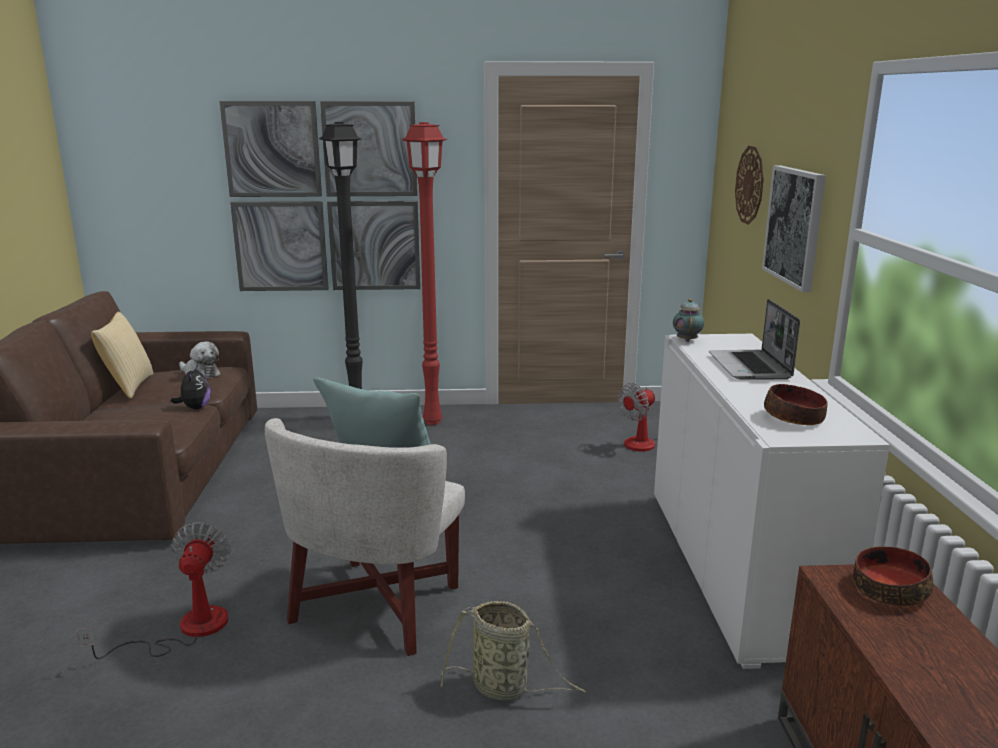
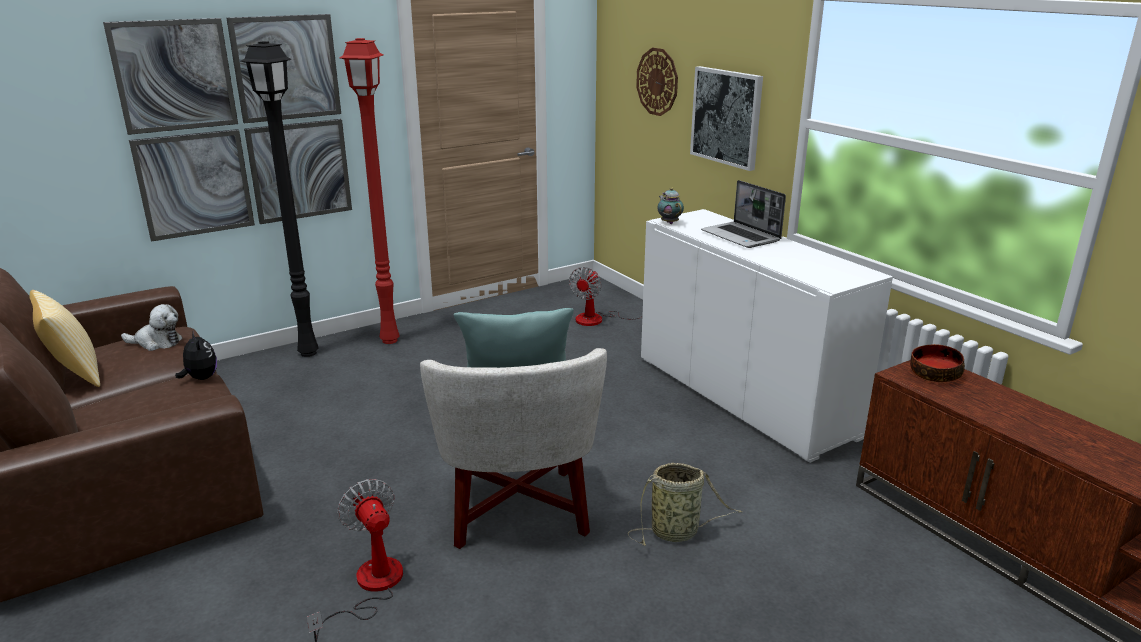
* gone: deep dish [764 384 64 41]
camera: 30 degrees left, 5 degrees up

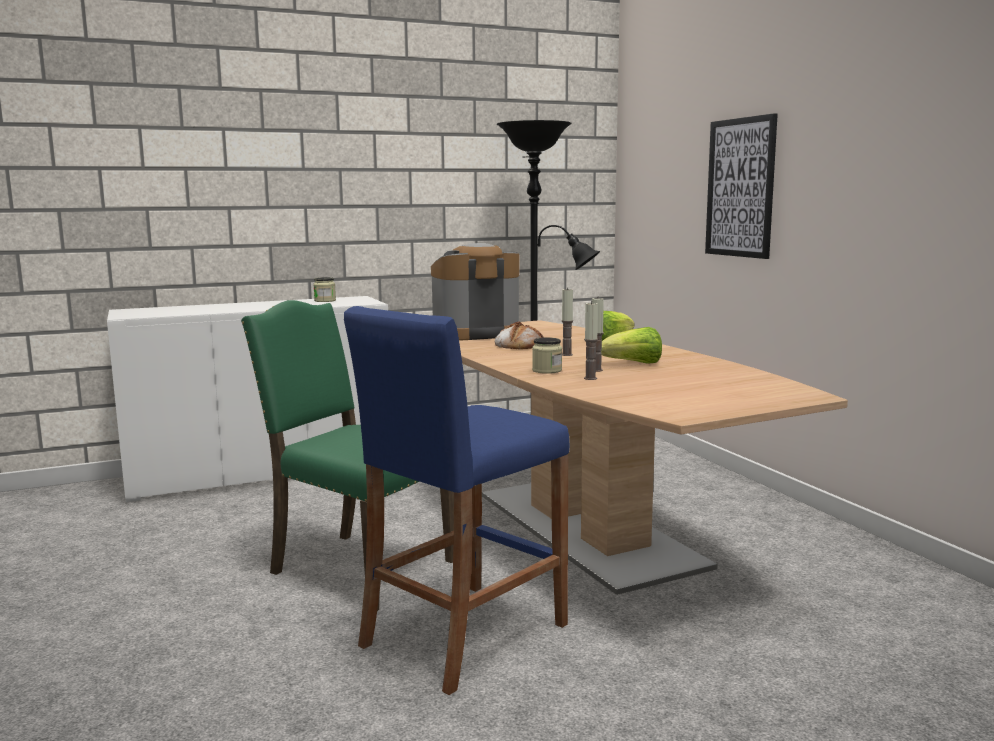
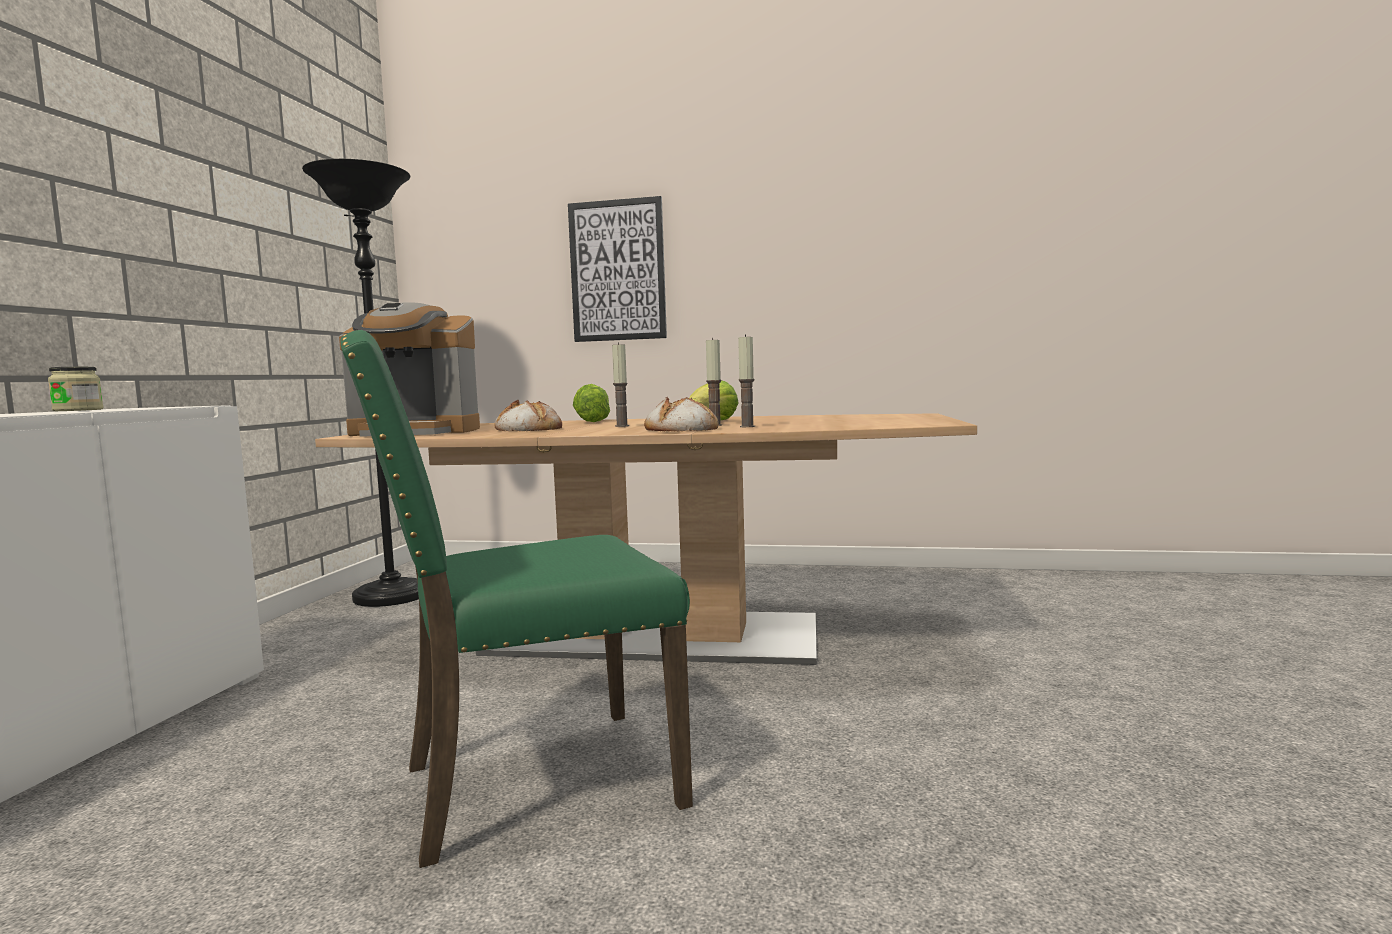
* gone: blue-coloured stool seat [344 306 226 389]
* rotated: coffee brewer [431 243 88 97] = [339 302 141 135] 105 degrees counterclockwise
* swapped: preserve jar [532 337 30 37] to bread [644 397 74 34]
camera: 55 degrees left, 5 degrees down

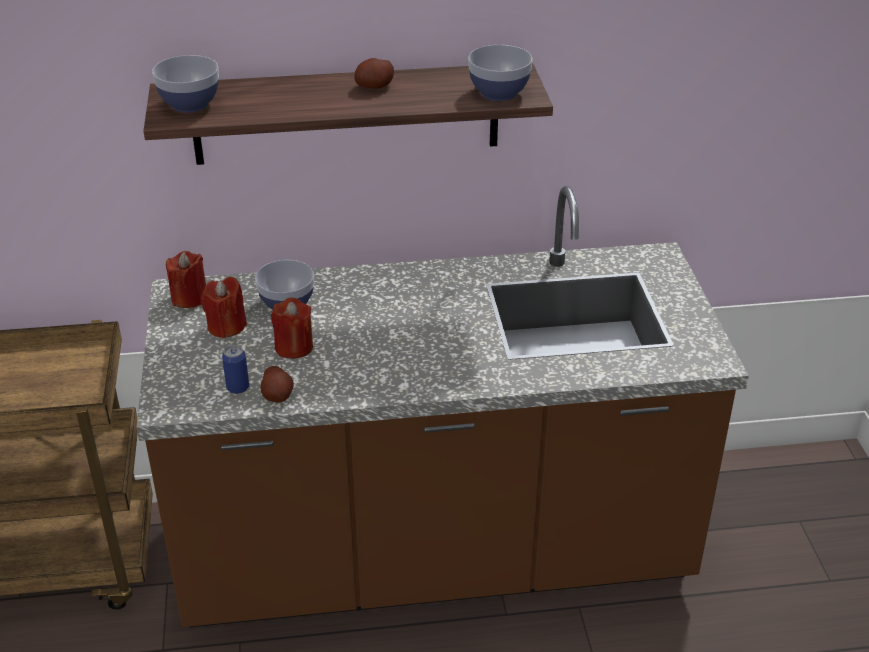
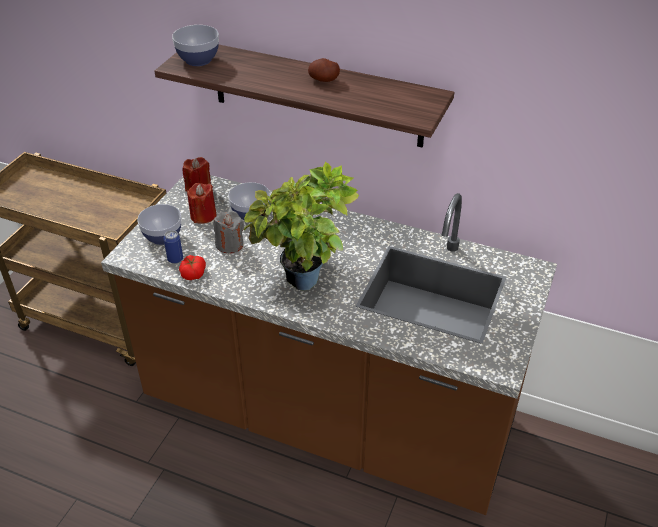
* swapped: potato [260 366 34 36] to whole tomato [179 255 27 25]
* repainted: reddish candle [271 297 42 62] to grey candle [214 211 30 42]
* shifted: deep dish [468 45 65 56] to [137 204 45 41]
* new: plant in a pot [243 162 116 129]
camera: 30 degrees right, 5 degrees up

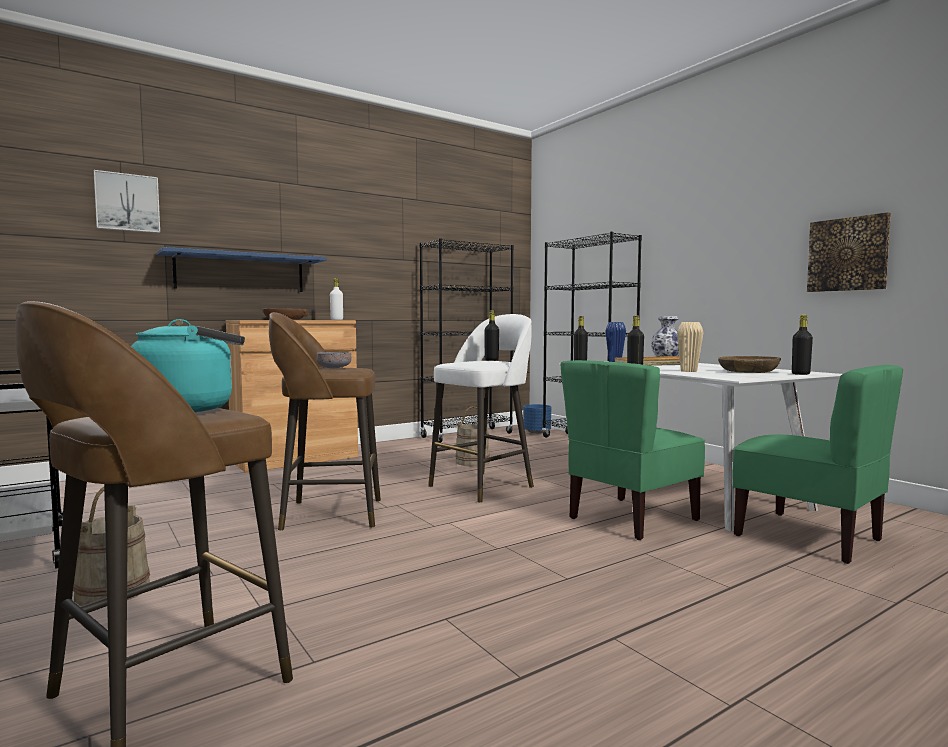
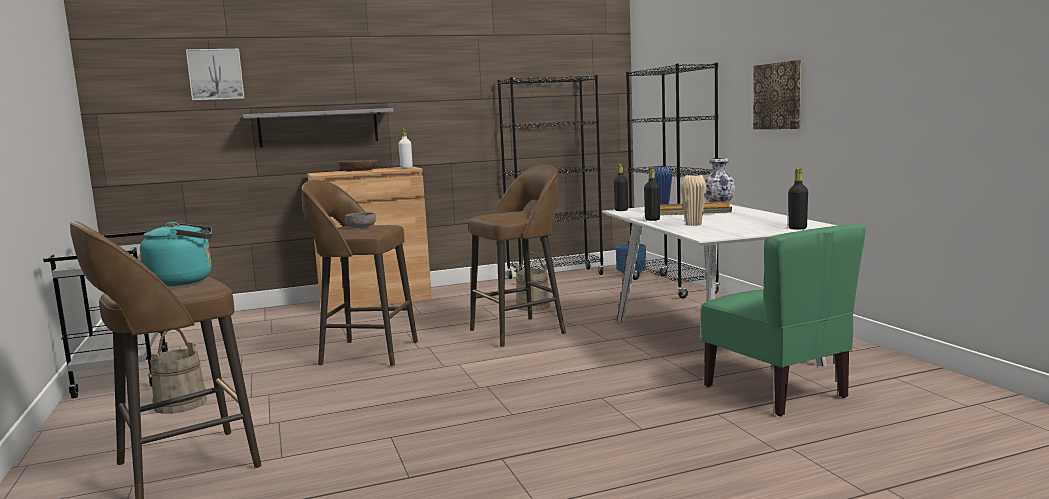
* repainted: blue-coloured bracket shelf [157 247 169 45] to grey bracket shelf [243 108 150 39]
* repainted: white stool seat [428 314 106 189] to brown stool seat [469 165 97 182]
* gone: black-coloured bottle [485 310 14 51]
* gone: green plain chair [560 360 145 180]
* gone: brown deep dish [718 356 63 17]
* shifted: wall art [807 212 84 80] to [753 60 48 69]
camera: 15 degrees right, 5 degrees up

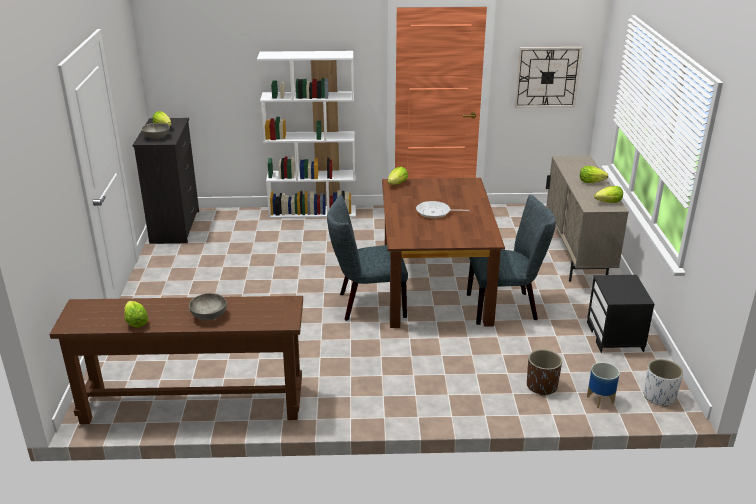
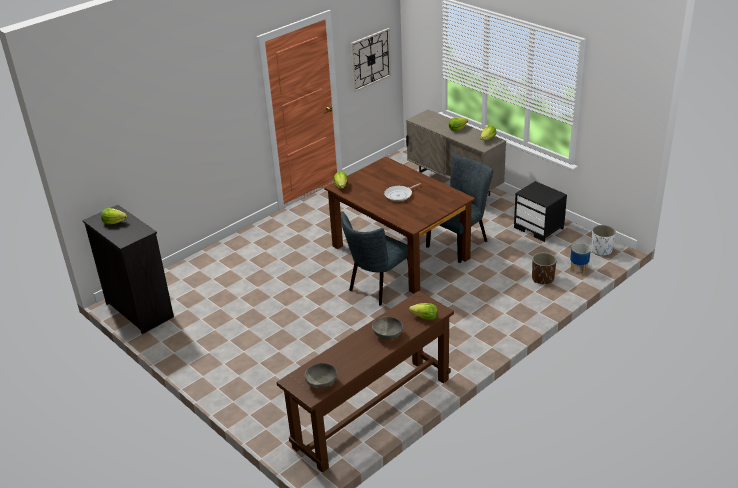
* shifted: head of lettuce [124 301 24 27] to [409 303 29 17]
* shifted: grey deep dish [141 123 29 16] to [305 363 32 25]
* gone: white bookshelf [257 51 99 167]
camera: 40 degrees left, 5 degrees up

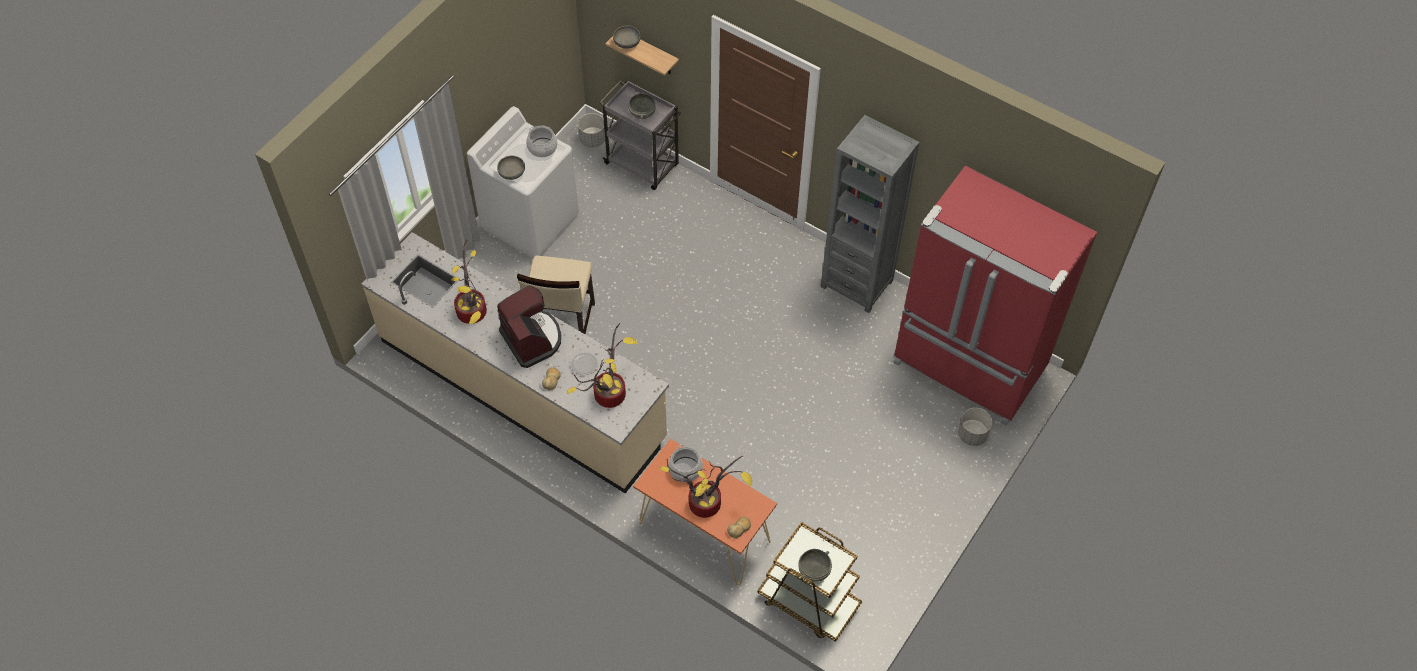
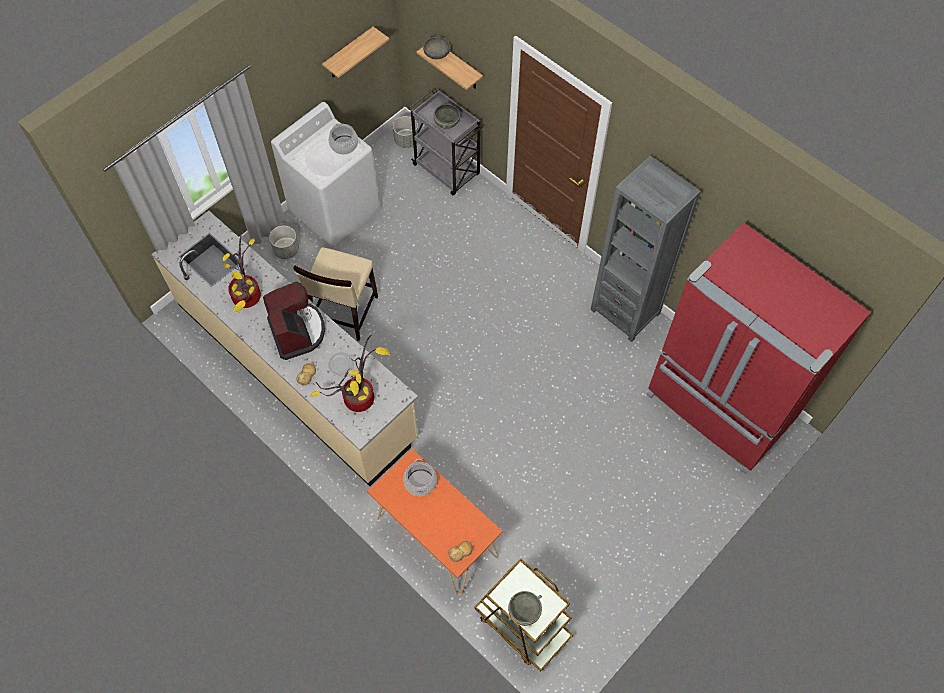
* gone: grey deep dish [497 155 28 25]
* gone: plant in a pot [660 456 92 62]
* shifted: grey plant pot [958 408 34 38] to [269 226 30 33]
* new: bracket shelf [322 27 67 51]
camera: 10 degrees right, 5 degrees up

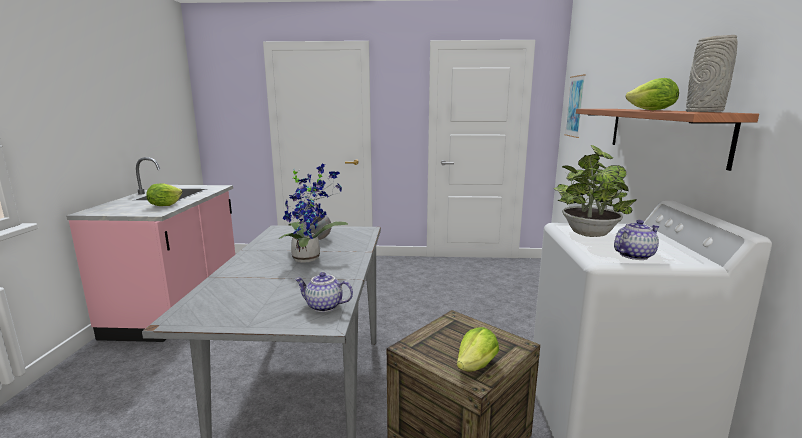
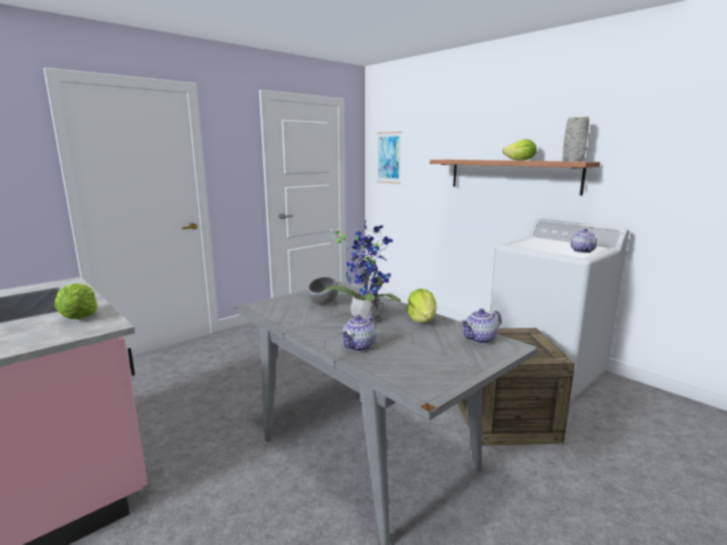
* shifted: head of lettuce [457 327 42 44] to [407 289 30 34]
* gone: plant in a pot [553 145 84 92]
* new: teapot [340 315 36 37]
camera: 45 degrees left, 0 degrees up

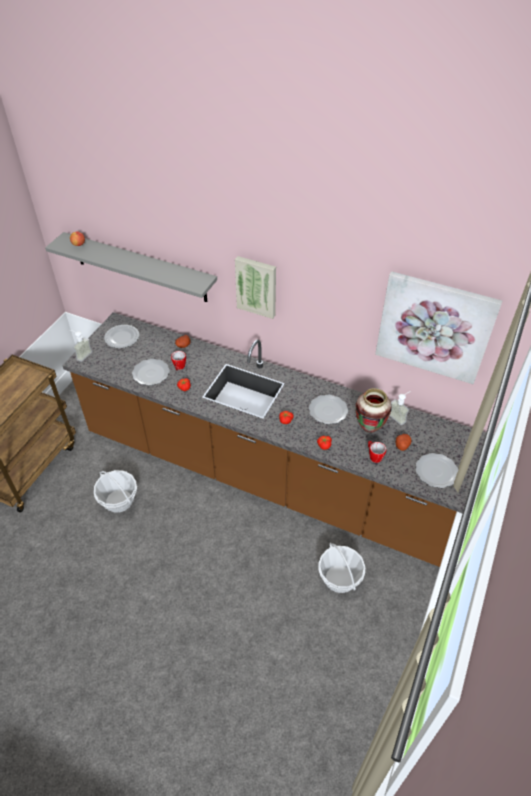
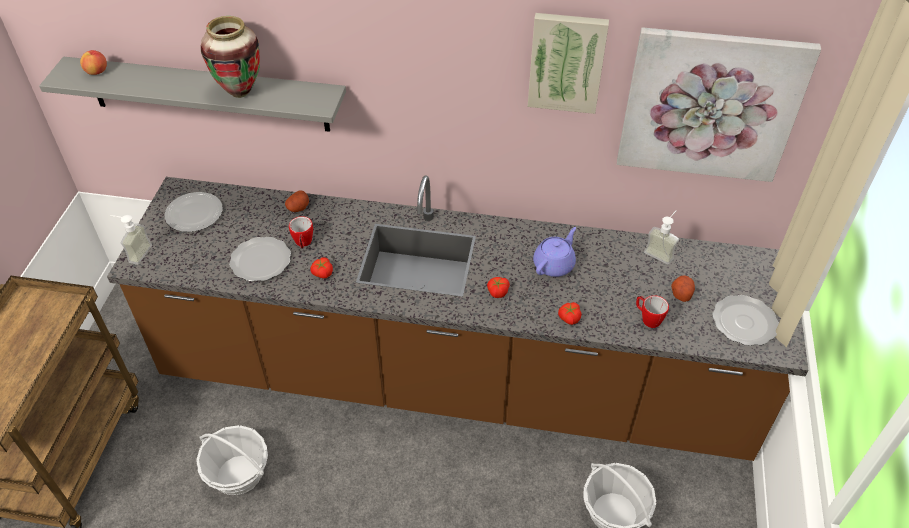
* shifted: wall art [235 256 41 63] to [528 13 81 101]
* swapped: dinner plate [309 395 39 29] to purple teapot [533 227 43 50]
* shifted: vase [356 388 36 45] to [201 16 59 82]
camera: 15 degrees left, 0 degrees up

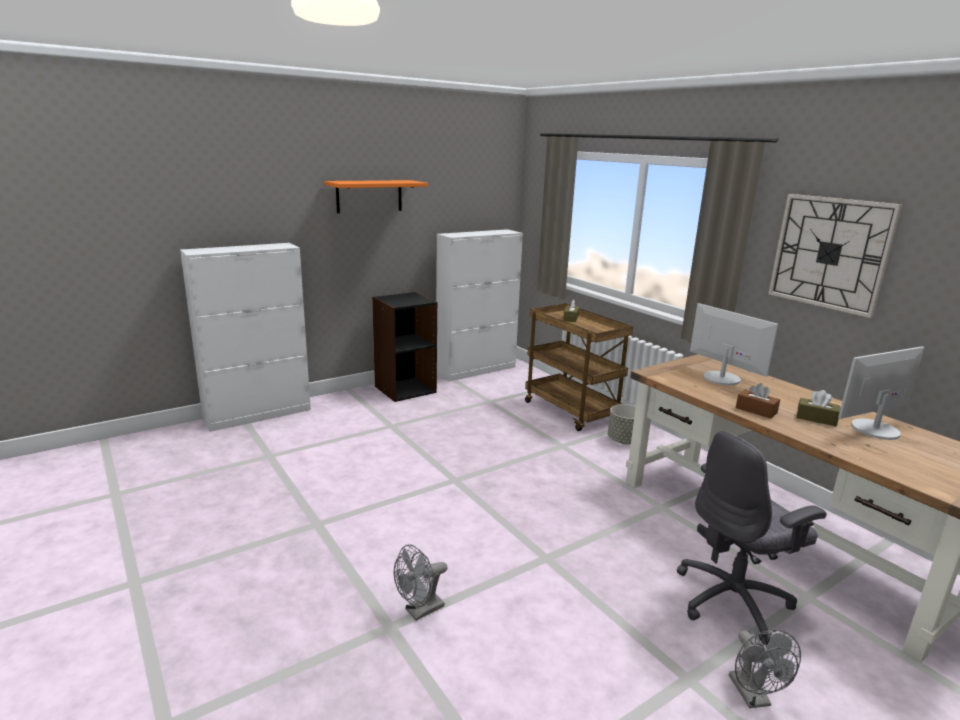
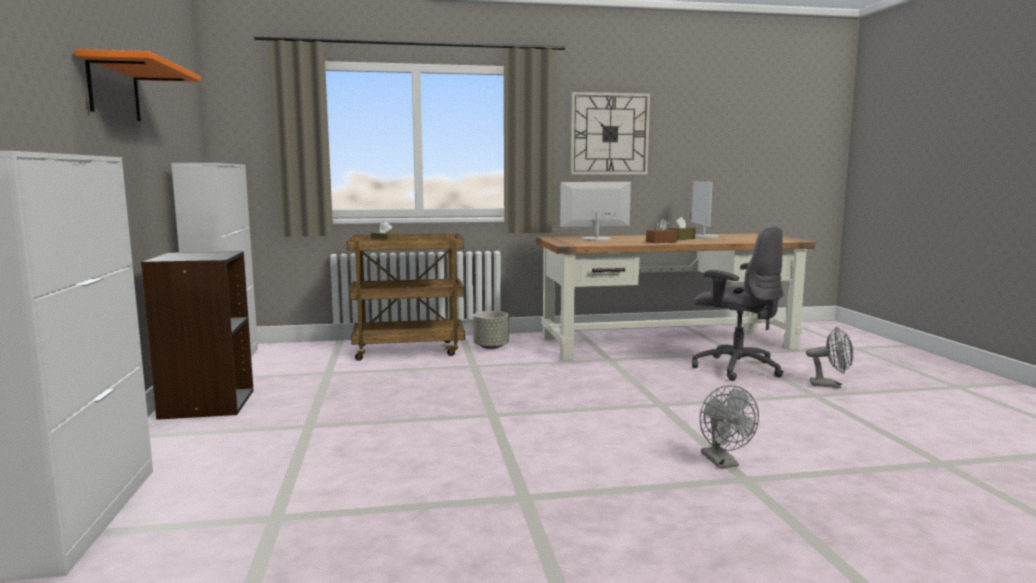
* rotated: grey desk chair [677 431 150 214] = [692 226 91 155] 45 degrees counterclockwise
camera: 65 degrees left, 10 degrees down

